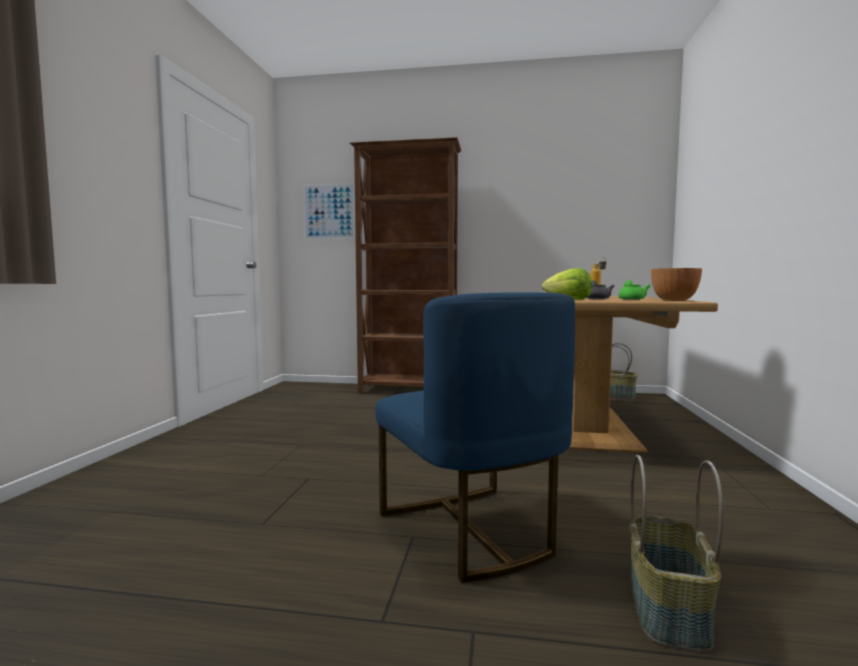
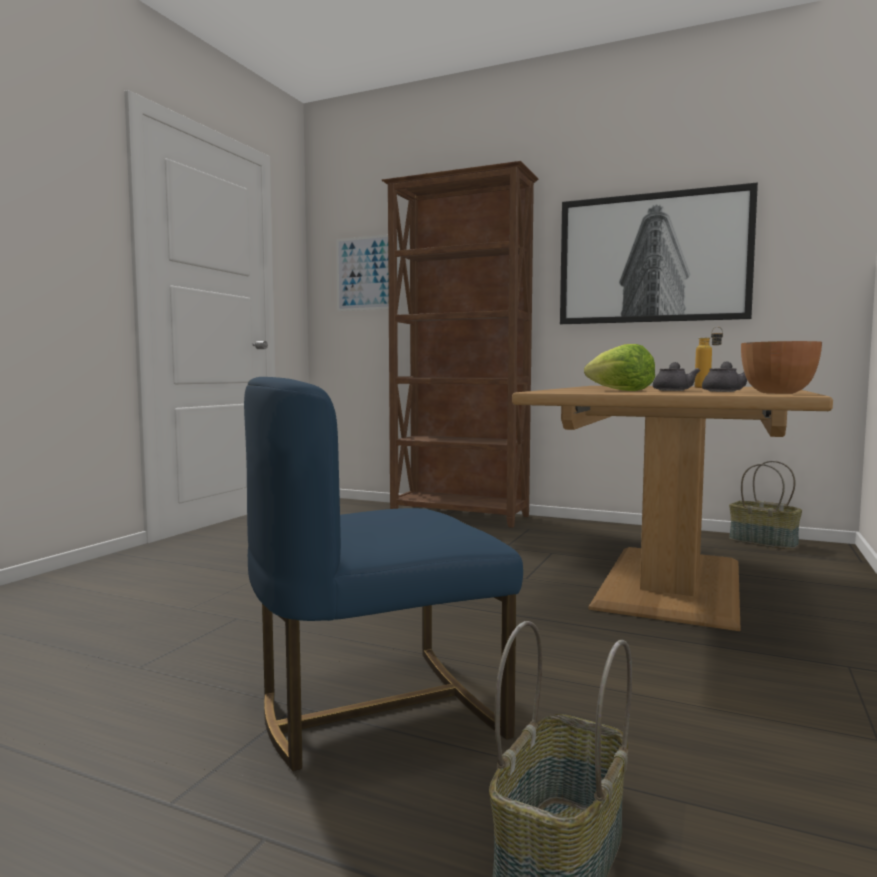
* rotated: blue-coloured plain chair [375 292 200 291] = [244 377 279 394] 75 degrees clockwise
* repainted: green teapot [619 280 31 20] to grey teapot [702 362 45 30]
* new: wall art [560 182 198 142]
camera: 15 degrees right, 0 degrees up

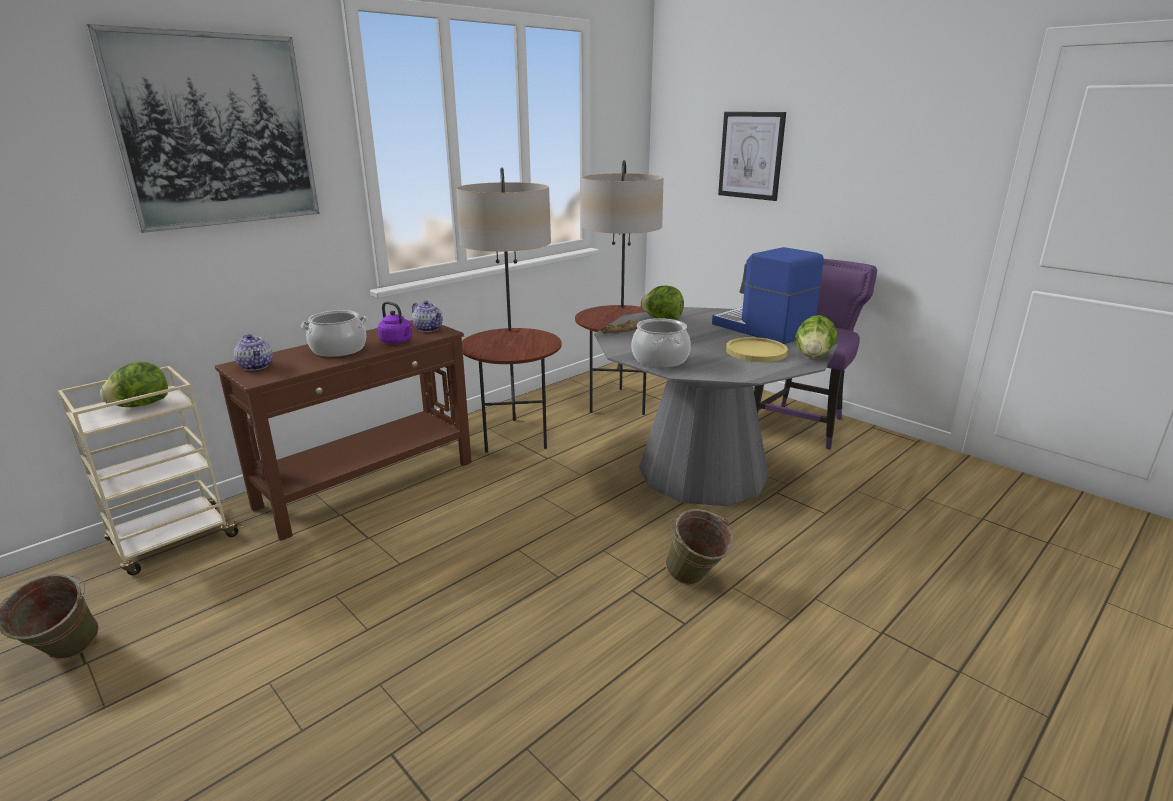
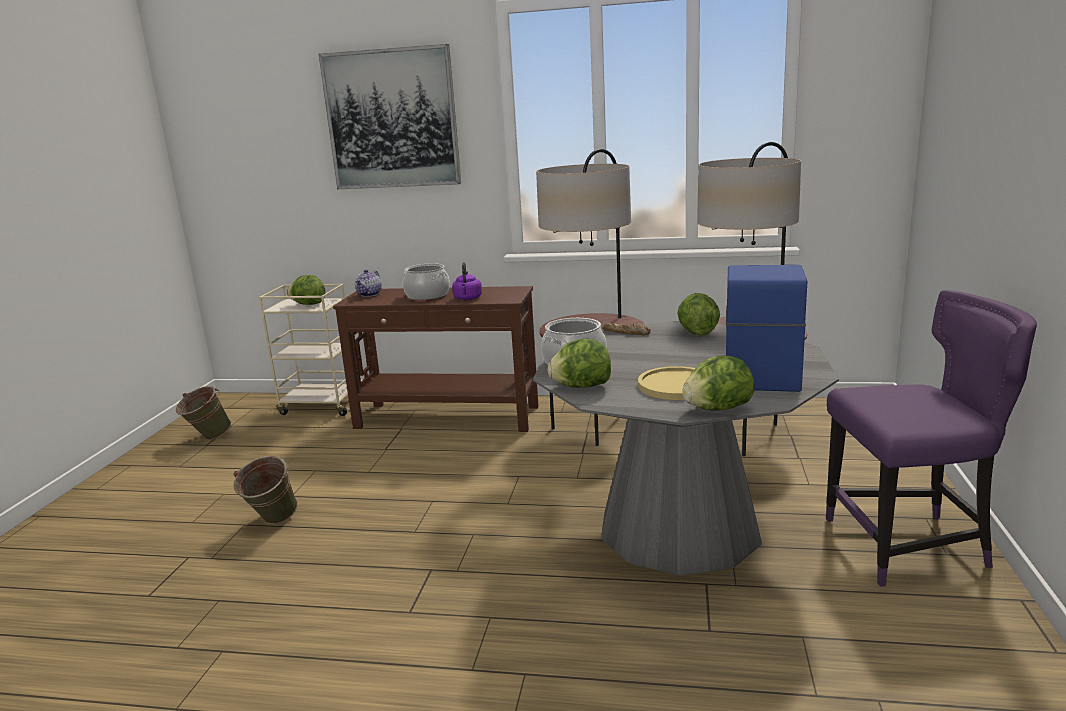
* gone: teapot [412 301 31 31]
* shifted: green pail [666 509 68 76] to [233 456 65 68]
* gone: wall art [718 112 68 89]
* new: head of lettuce [548 339 63 49]
camera: 55 degrees right, 5 degrees down

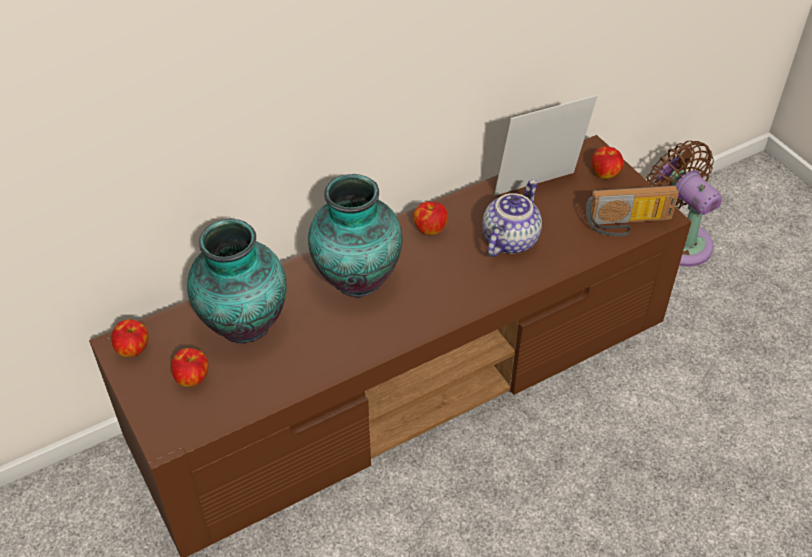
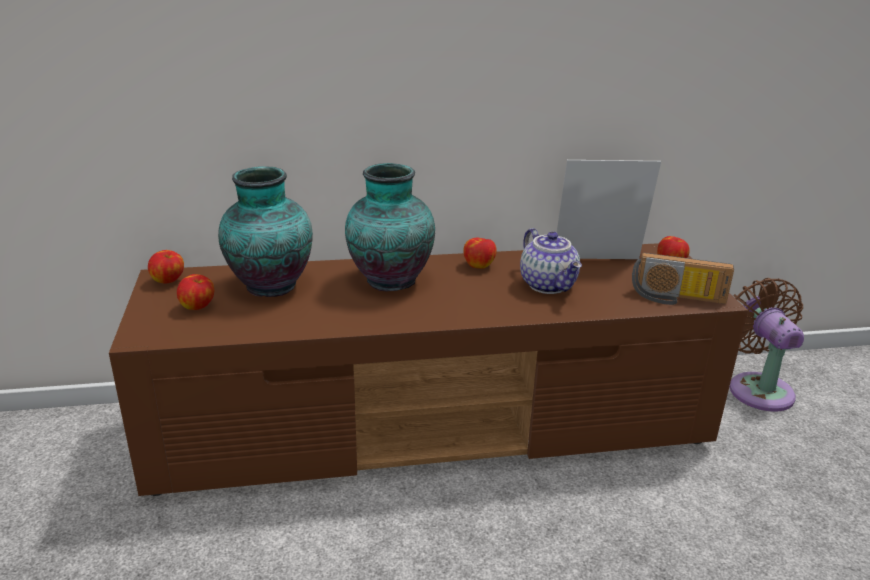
* rotated: teapot [482 180 60 77] = [520 228 62 66] 105 degrees clockwise
camera: 20 degrees right, 20 degrees down

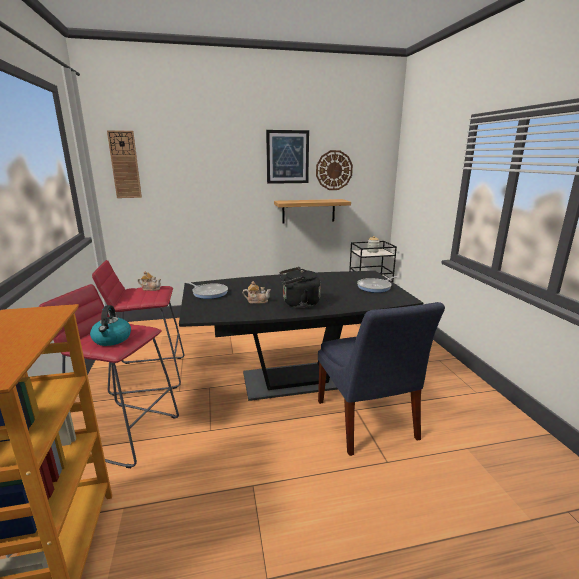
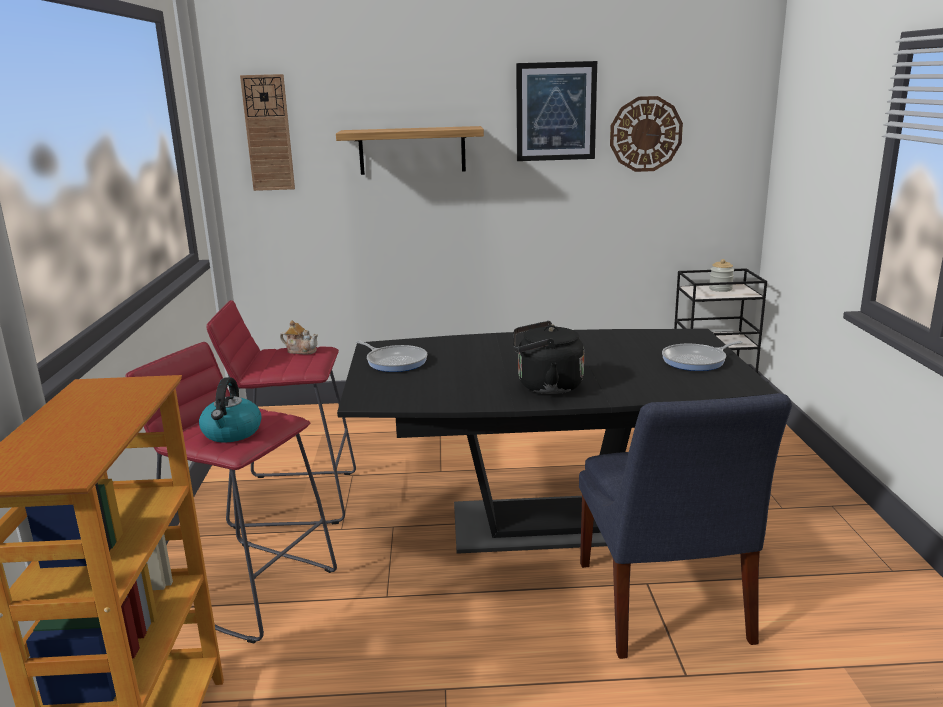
* gone: teapot [243 281 28 23]
* shifted: bracket shelf [274 199 77 24] to [336 126 148 49]
camera: 10 degrees right, 0 degrees up

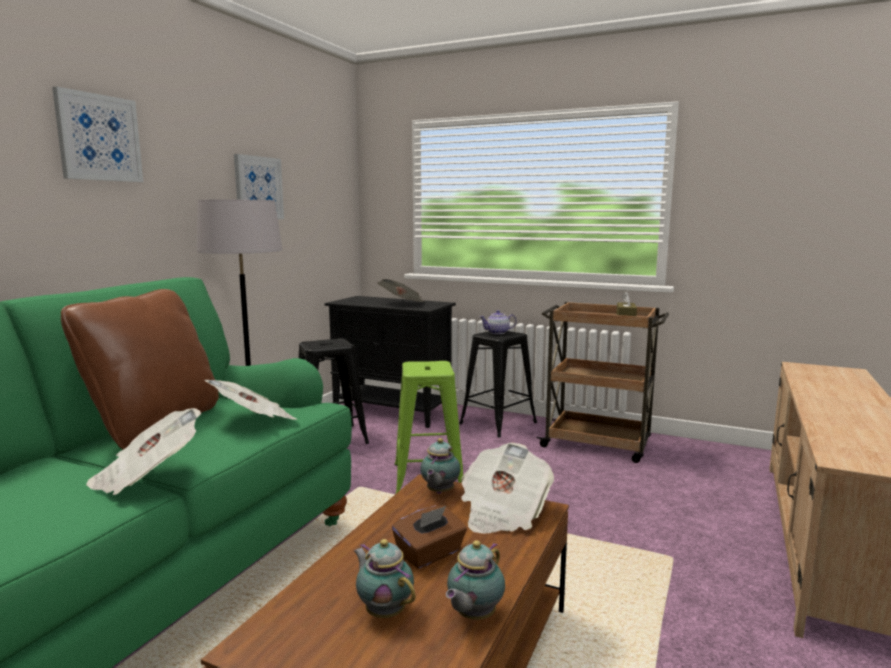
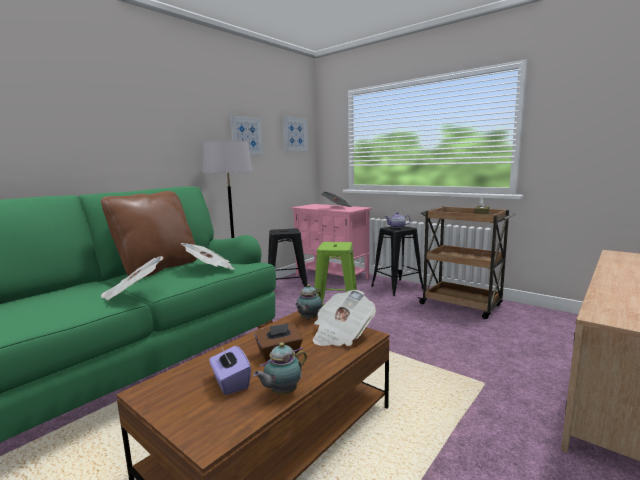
* shifted: wall art [52 86 91 96] to [283 116 25 35]
* repainted: black-coloured cupboard [325 296 131 132] to pink-coloured cupboard [291 204 81 75]
* swapped: teapot [354 539 62 79] to purple tissue holder [209 346 42 49]
camera: 15 degrees right, 0 degrees up

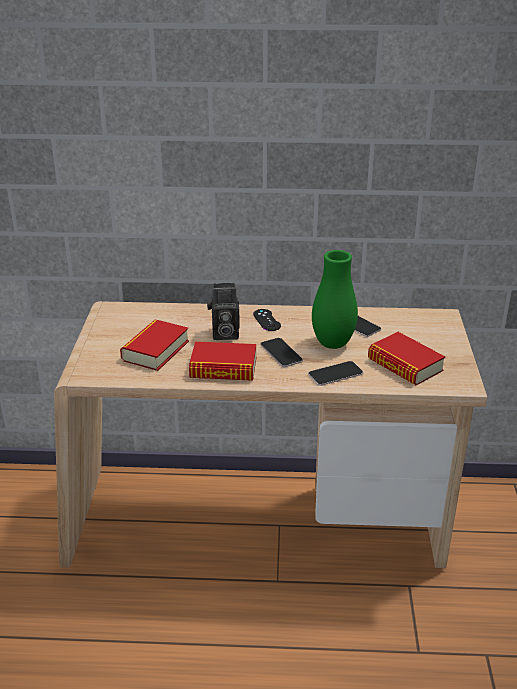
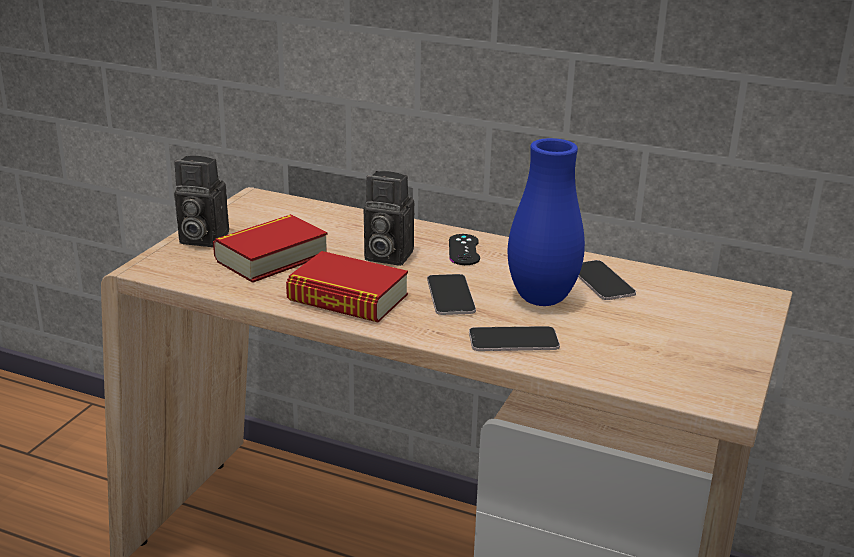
* repainted: green vase [312 250 46 99] to blue-coloured vase [508 138 77 168]
* gone: volume [368 332 77 53]
* new: photo camera [174 156 55 91]
camera: 20 degrees right, 5 degrees down

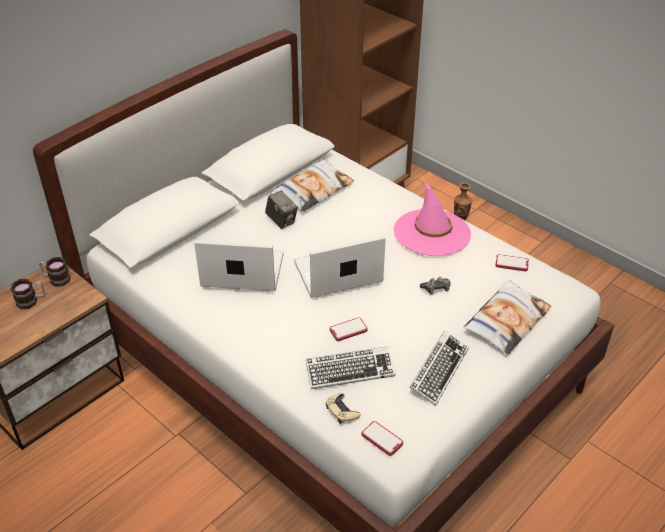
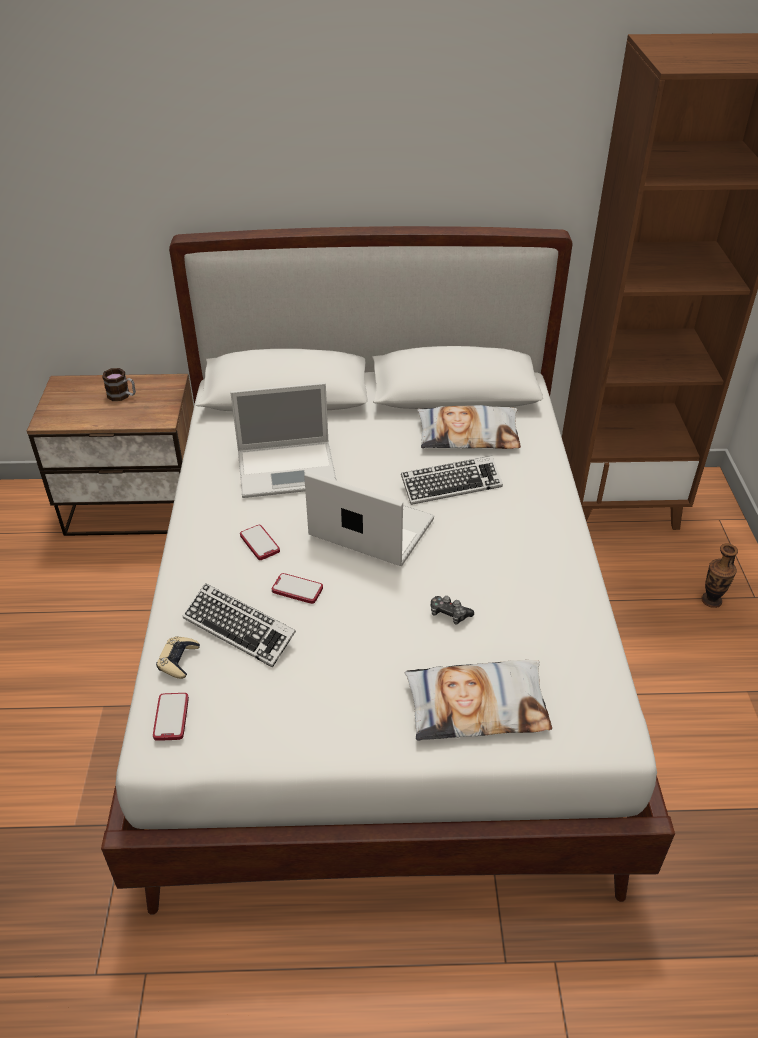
* gone: coffee mug [39 257 31 30]
* rotated: portable computer [194 240 89 51] = [230 382 107 116] 120 degrees clockwise
* gone: photo camera [265 190 33 39]
* gone: pink-coloured wearable hat [394 181 77 75]
* shifted: PC keyboard [409 330 60 76] to [401 456 102 49]
* shifted: telephone [496 254 33 17] to [240 525 40 35]
camera: 45 degrees right, 0 degrees up

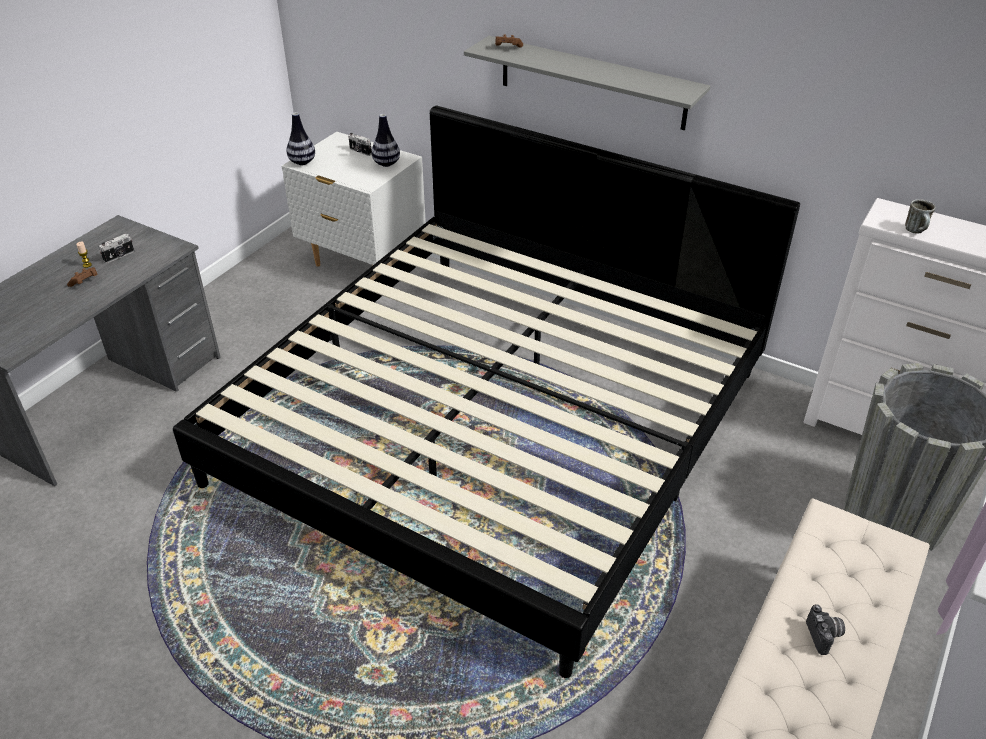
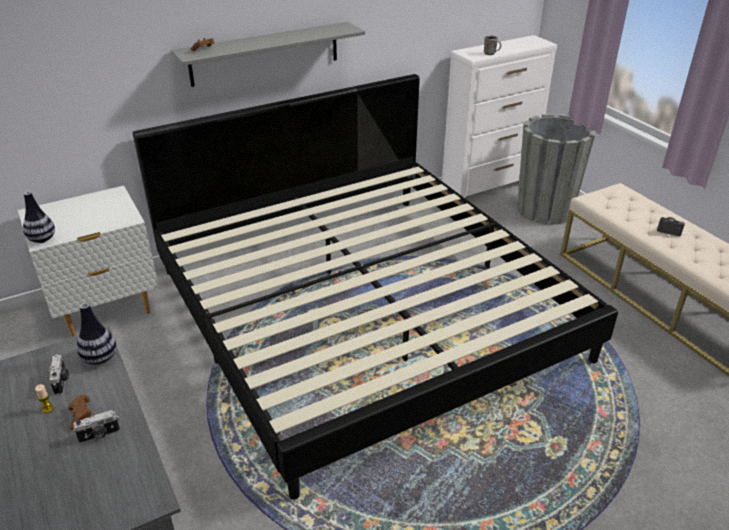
* shifted: photo camera [348 133 24 23] to [73 410 47 33]
* shifted: vase [372 114 28 53] to [77 303 40 62]
camera: 60 degrees left, 5 degrees down

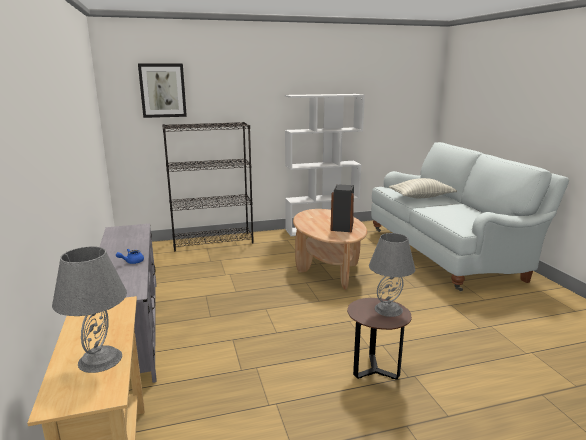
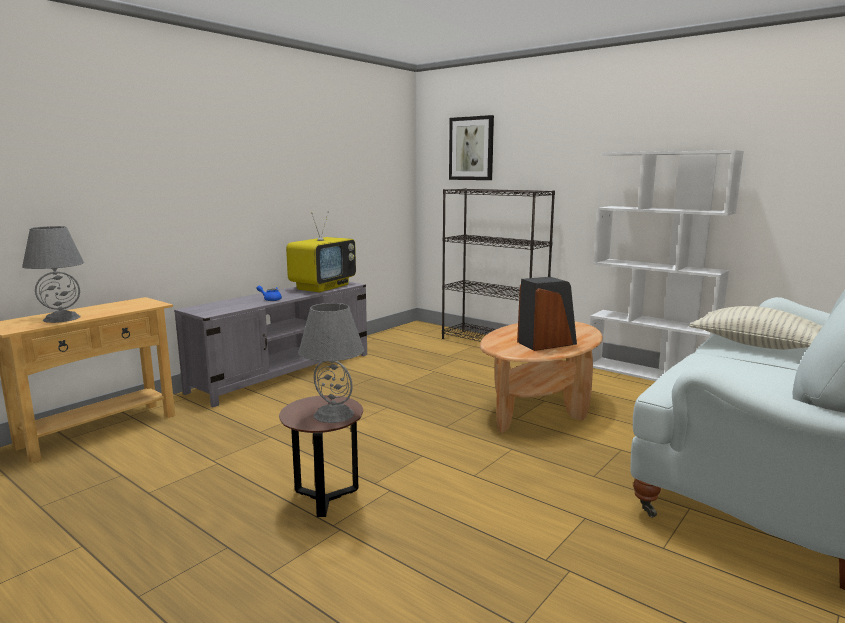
* new: TV [286 212 70 80]
camera: 55 degrees right, 5 degrees down

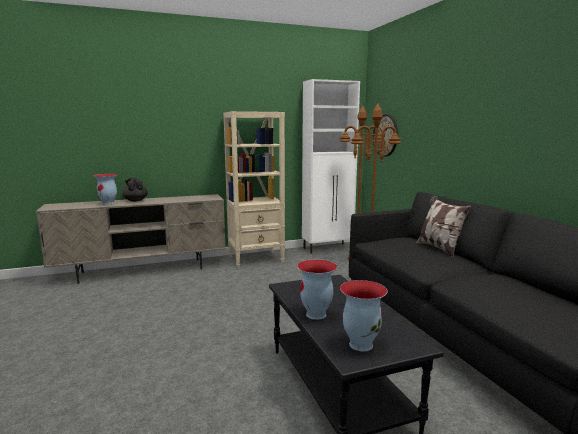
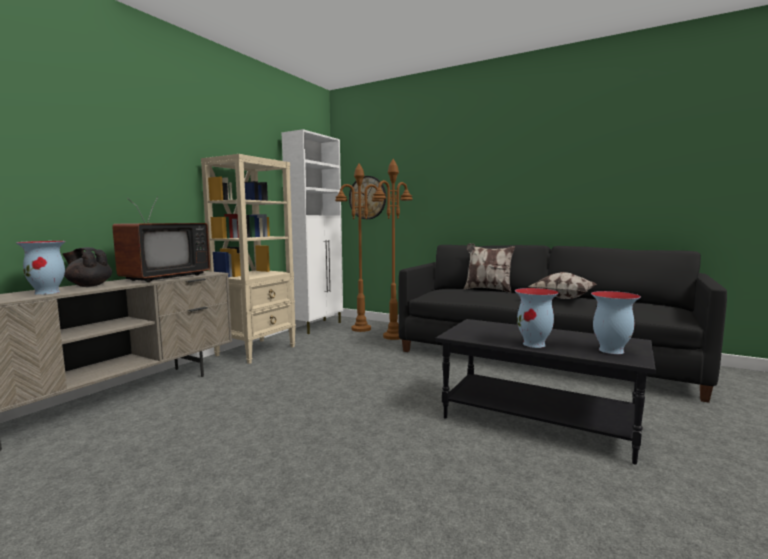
* new: TV [112 197 98 85]
* new: throw pillow [528 272 69 27]
camera: 40 degrees left, 5 degrees down

